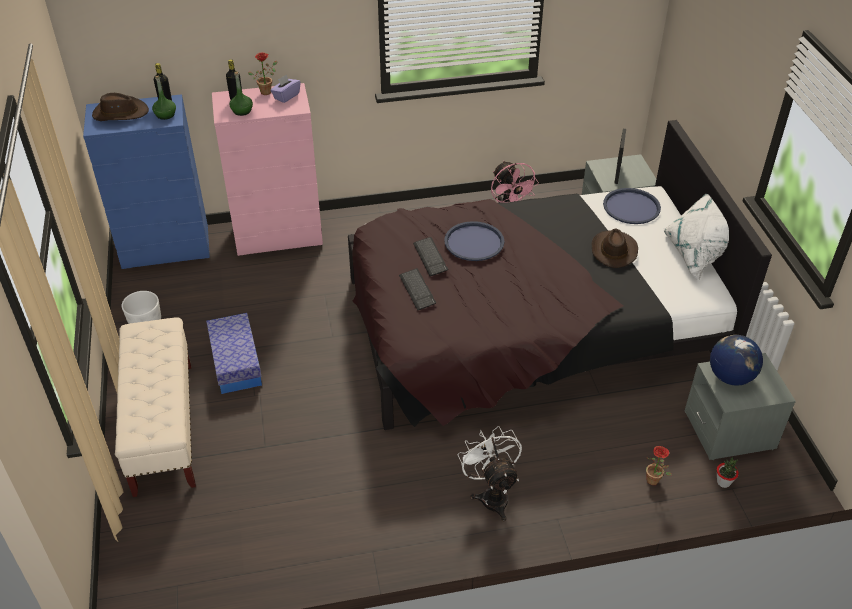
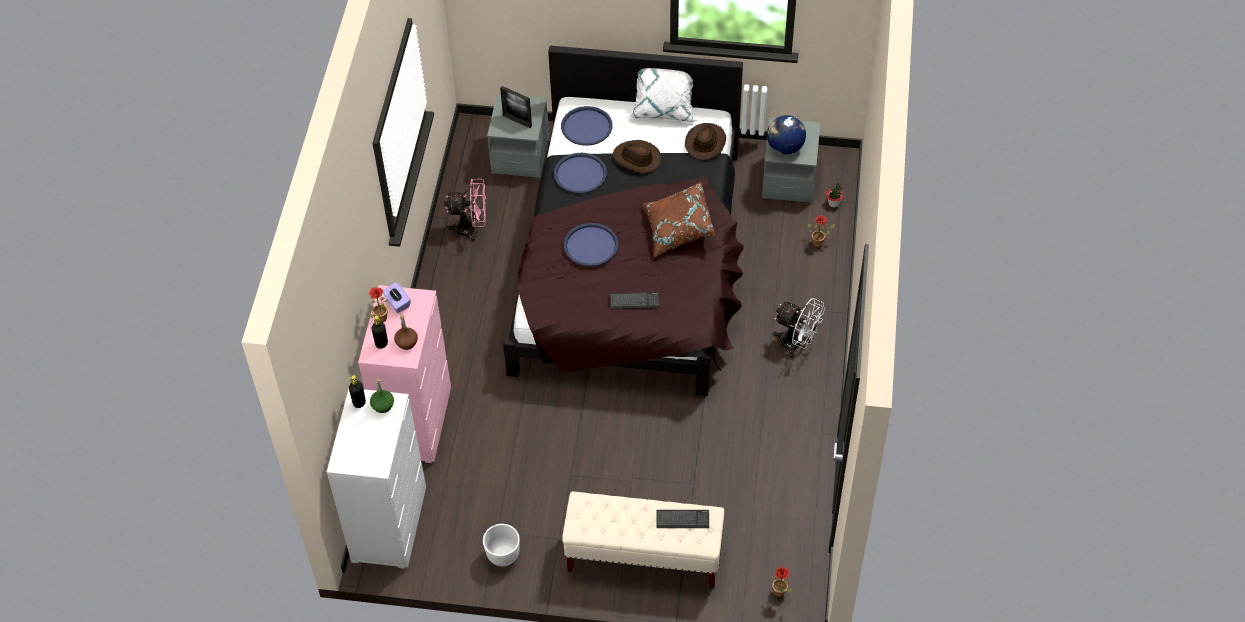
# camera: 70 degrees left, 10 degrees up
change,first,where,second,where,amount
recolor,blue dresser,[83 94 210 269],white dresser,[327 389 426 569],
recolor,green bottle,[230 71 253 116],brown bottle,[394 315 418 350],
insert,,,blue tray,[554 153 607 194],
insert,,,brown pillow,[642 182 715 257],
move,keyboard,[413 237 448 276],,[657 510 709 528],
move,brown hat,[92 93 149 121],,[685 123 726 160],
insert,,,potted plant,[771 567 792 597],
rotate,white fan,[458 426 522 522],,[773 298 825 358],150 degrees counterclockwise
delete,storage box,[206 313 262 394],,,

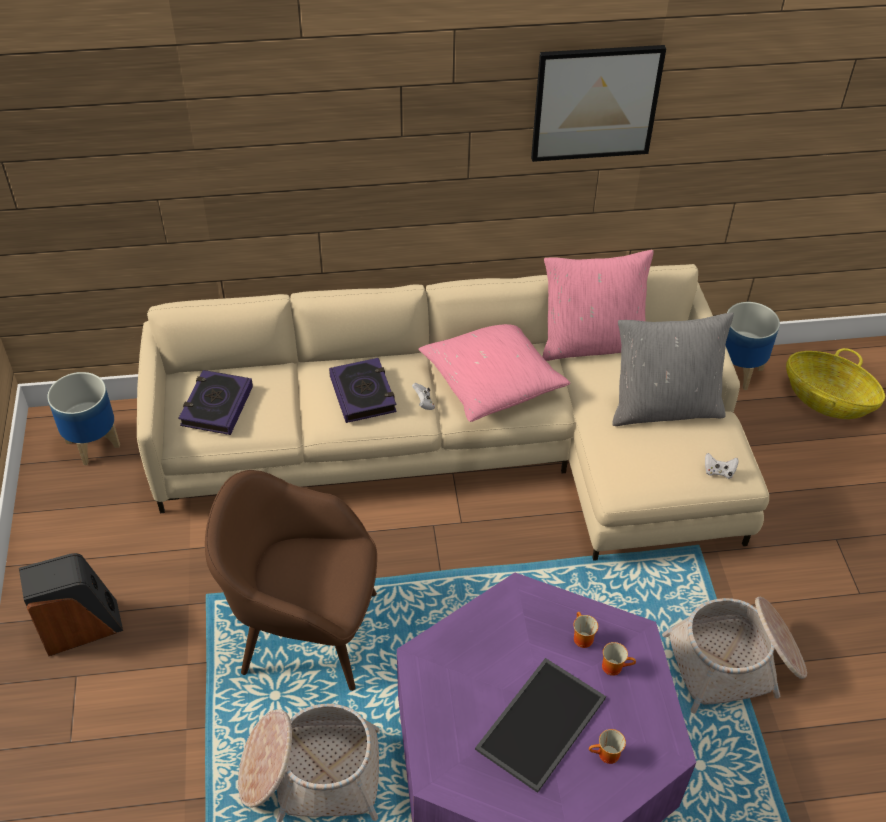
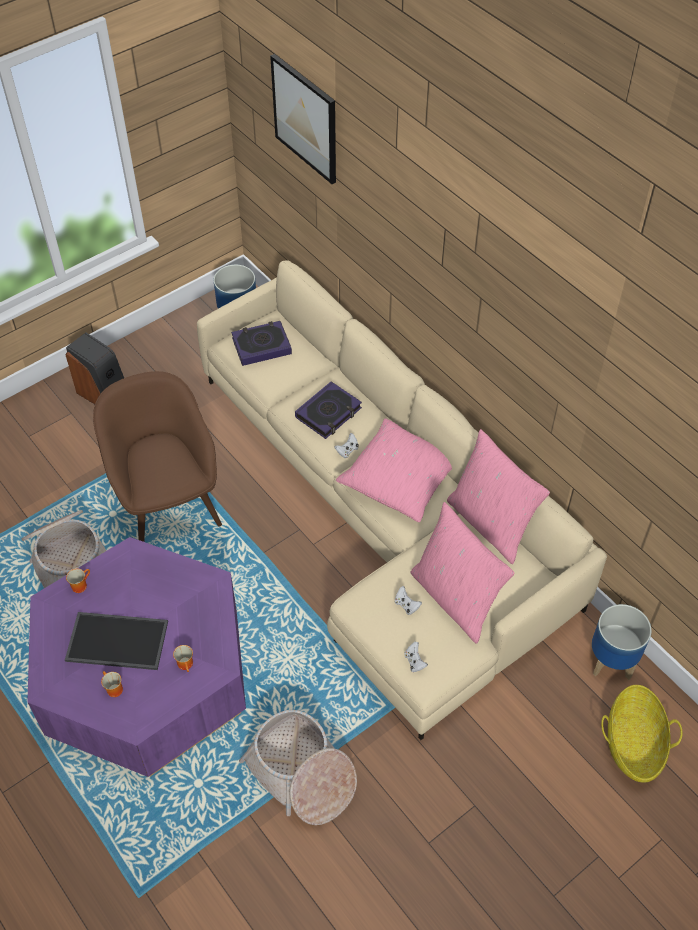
# camera: 60 degrees right, 5 degrees up
change,first,where,second,where,amount
move,mug,[573 612 598 648],,[66 569 90 593],
move,picture,[531 45 666 162],,[270 54 336 184],
insert,,,white game controller,[395 586 422 615],
recolor,grey pillow,[612 312 734 426],pink pillow,[411 502 514 644],

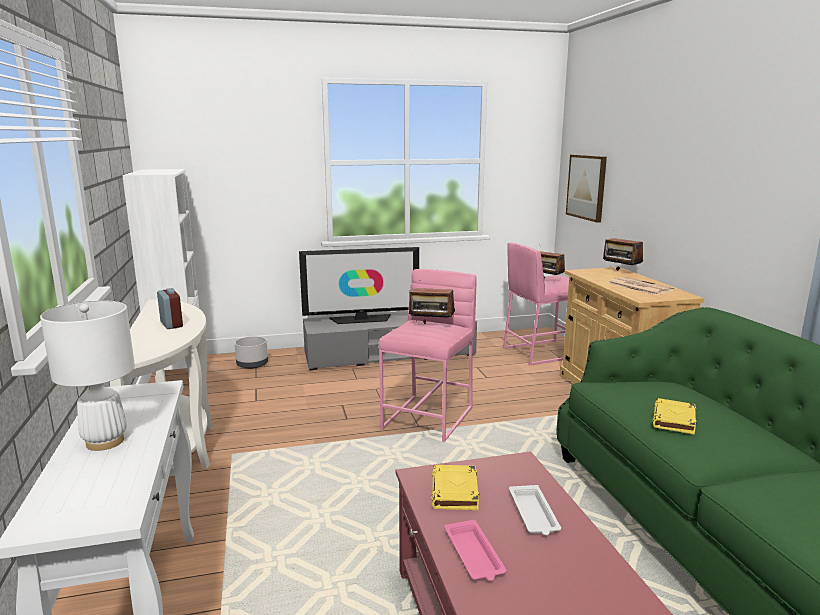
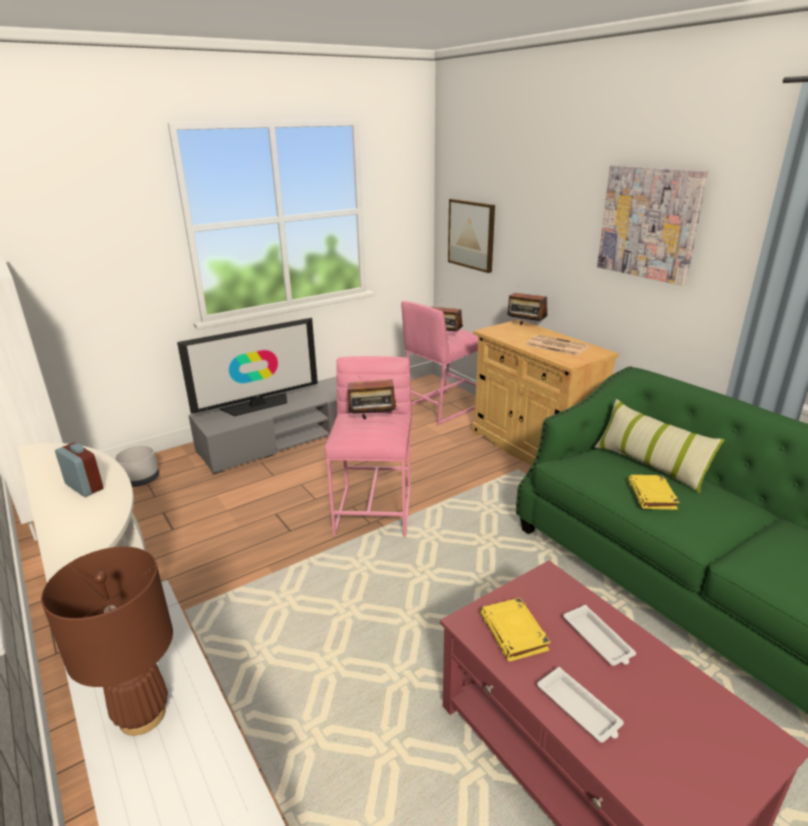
# camera: 20 degrees left, 10 degrees up
change,first,where,second,where,amount
recolor,white table lamp,[40 300 135 451],brown table lamp,[41 547 173 736],
recolor,pink tray,[445 520 507 581],white tray,[537 667 624 743],
insert,,,pillow,[594 399 724 494],
insert,,,picture,[597 165 708 286],

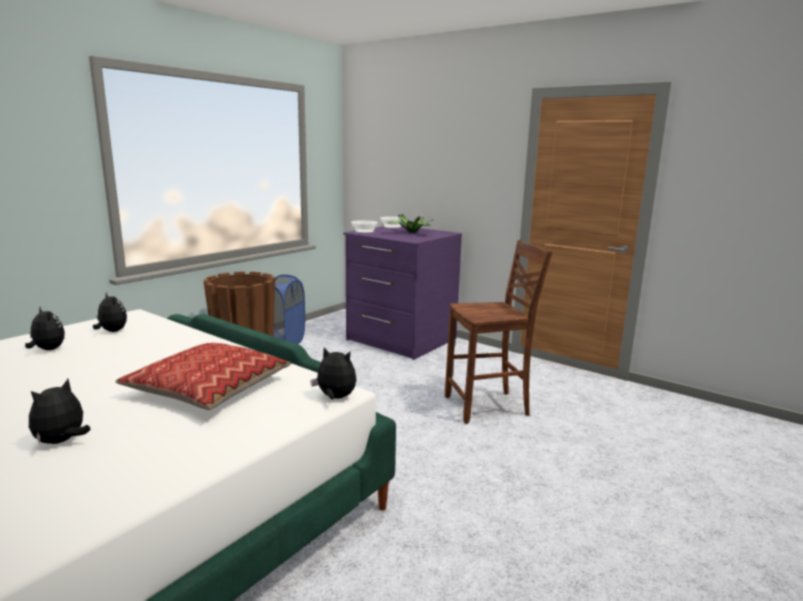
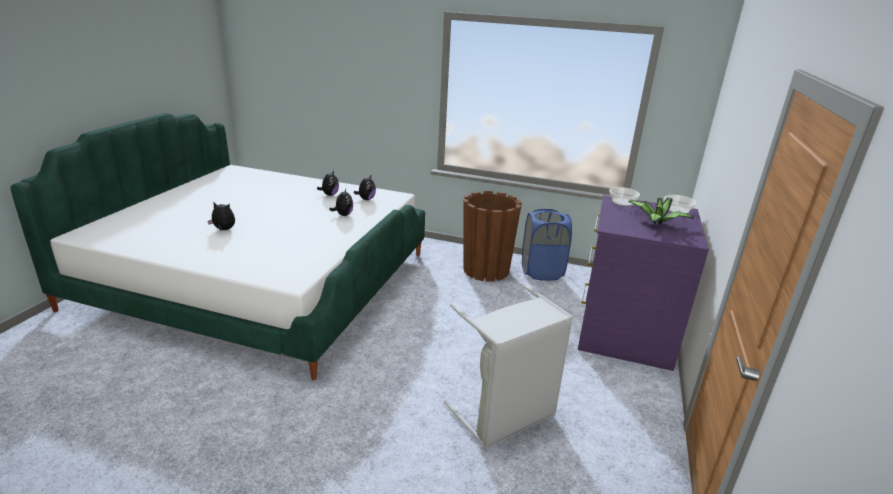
# camera: 70 degrees right, 10 degrees up
change,first,where,second,where,amount
move,plush toy,[310 347 357 399],,[329 189 353 216],
replace,brown chair,[445 240 552 424],grey laundry basket,[444 282 573 450],
delete,pillow,[115 343 291 410],,,

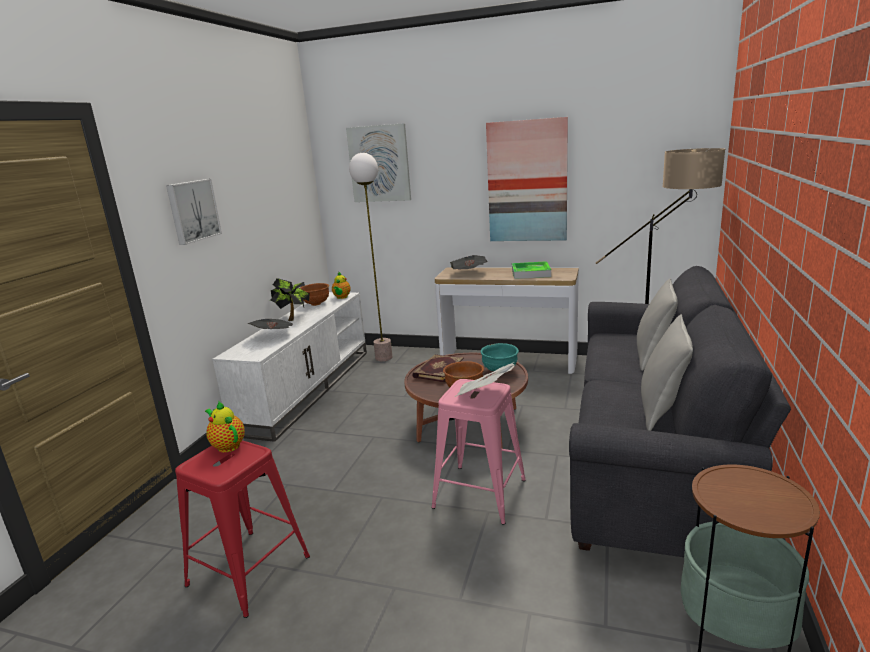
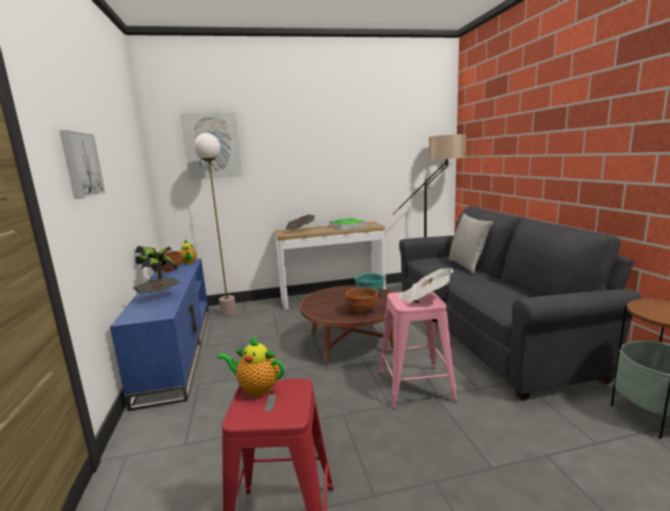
# camera: 30 degrees left, 5 degrees down
change,first,where,second,where,amount
recolor,white tv stand,[212 292 367 442],blue tv stand,[110 258 209 411],
delete,book,[412 355 464 382],,,
delete,picture,[486 117 568 241],,,
delete,grey pillow,[641 314 693 431],,,

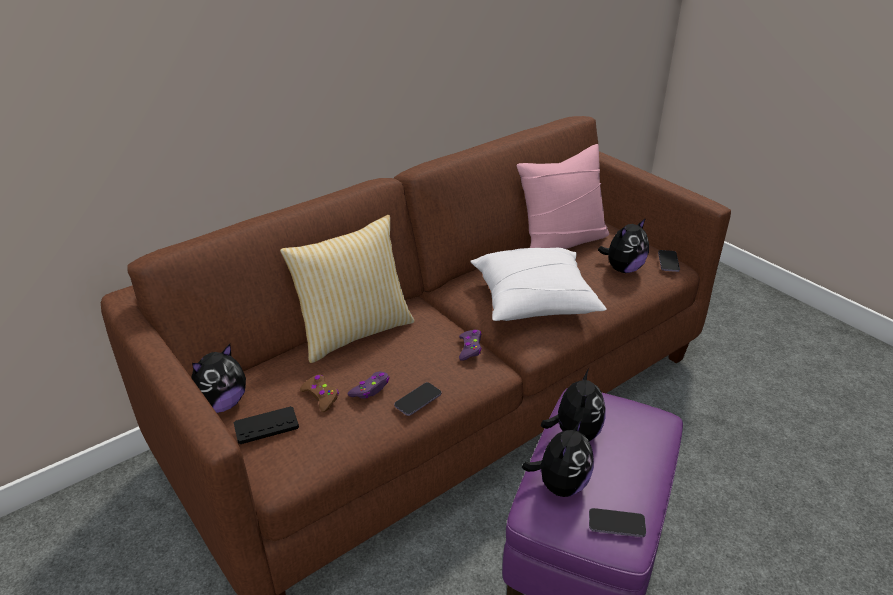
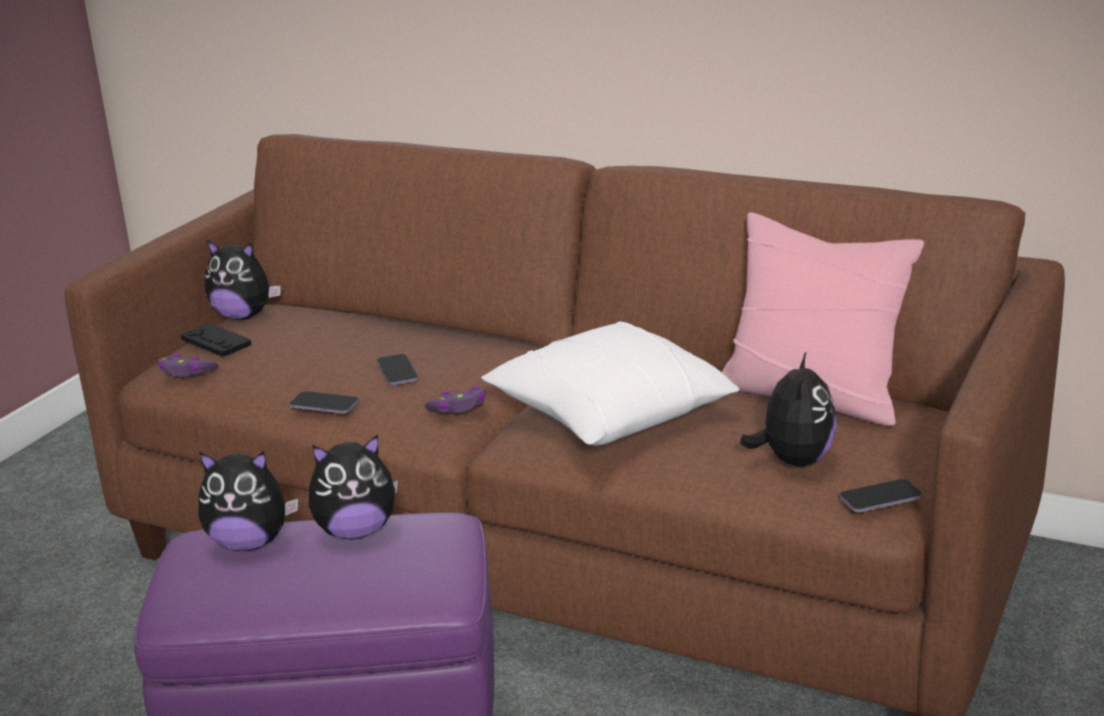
# camera: 65 degrees right, 10 degrees down
change,first,where,second,where,amount
move,purple game controller,[347 371 390 399],,[157 353 218 377],
move,phone,[589 508 646 537],,[377 354 418 385],
rotate,plush toy,[598 218 649 273],,[740 351 837 466],105 degrees counterclockwise
delete,pillow,[280 215 415 363],,,
delete,brown game controller,[300 374 339 412],,,

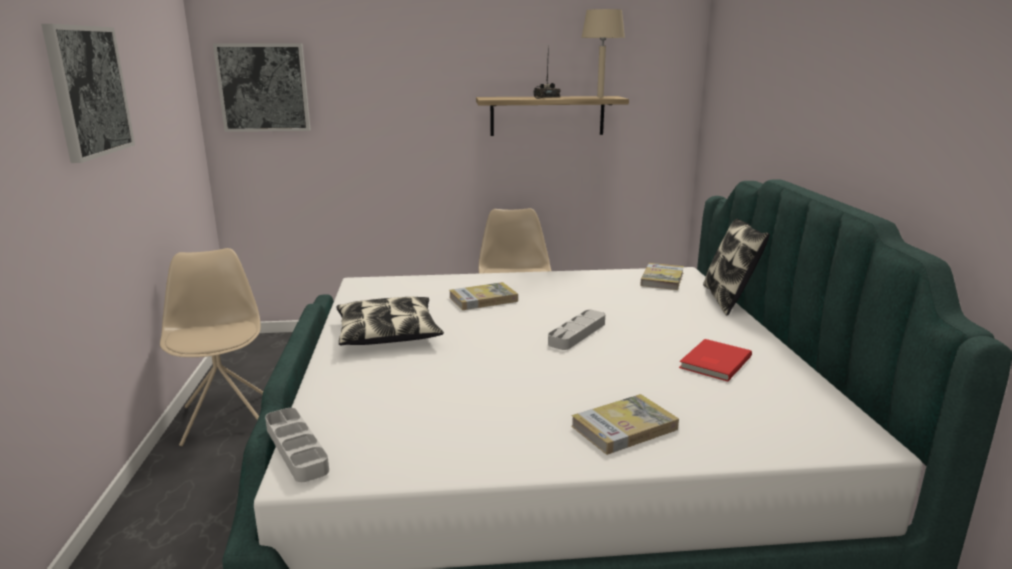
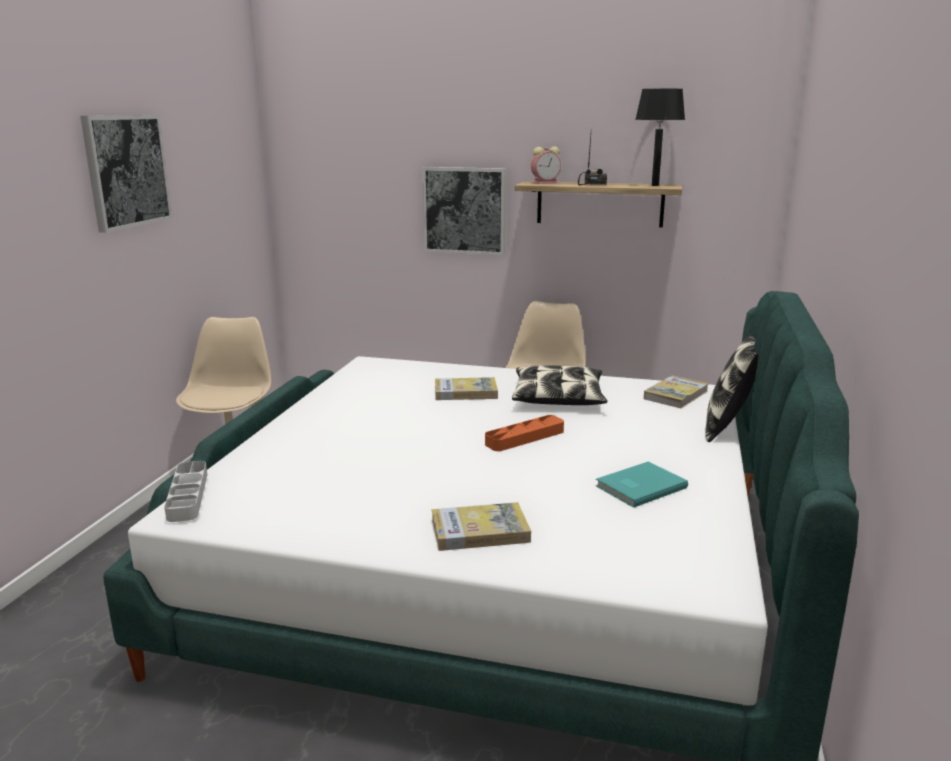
# camera: 20 degrees right, 0 degrees up
change,first,where,second,where,amount
move,picture,[213 44 311 132],,[422 167 506 255],
recolor,grey tray,[548 310 605 350],orange tray,[485 415 564 451],
move,pillow,[337 297 444 345],,[512 365 608 405],
insert,,,alarm clock,[531 146 561 184],
recolor,red book,[679 339 752 381],turquoise book,[595 461 688 508],
recolor,beige table lamp,[581 9 625 97],black table lamp,[635 89 685 186],

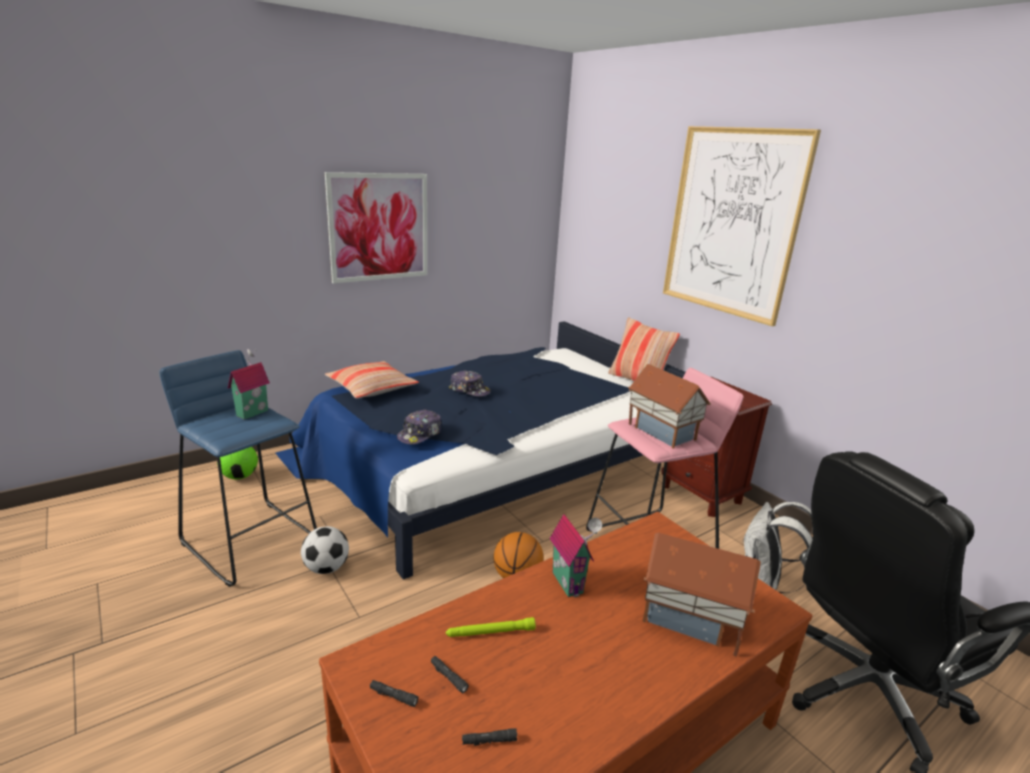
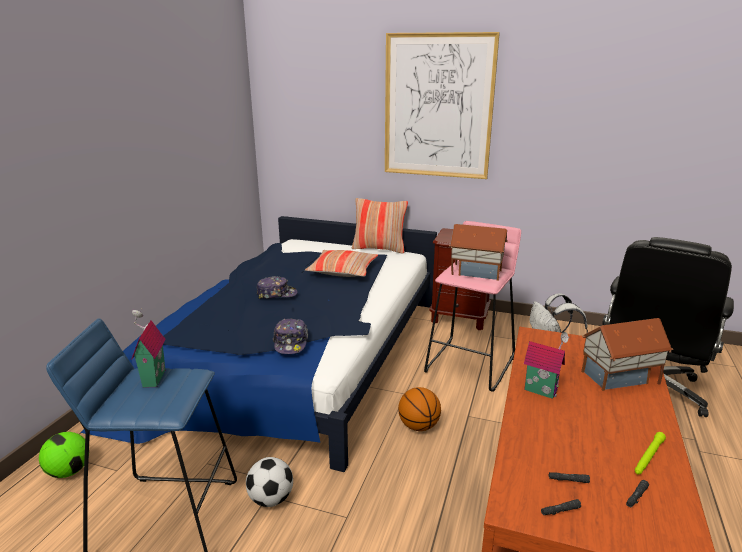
# camera: 35 degrees left, 0 degrees up
change,first,where,second,where,amount
move,pillow,[325 361 419 399],,[305 250 378 277],
move,green flashlight,[446 617 536 637],,[635 432 666 474],
delete,picture,[325 172 427 283],,,

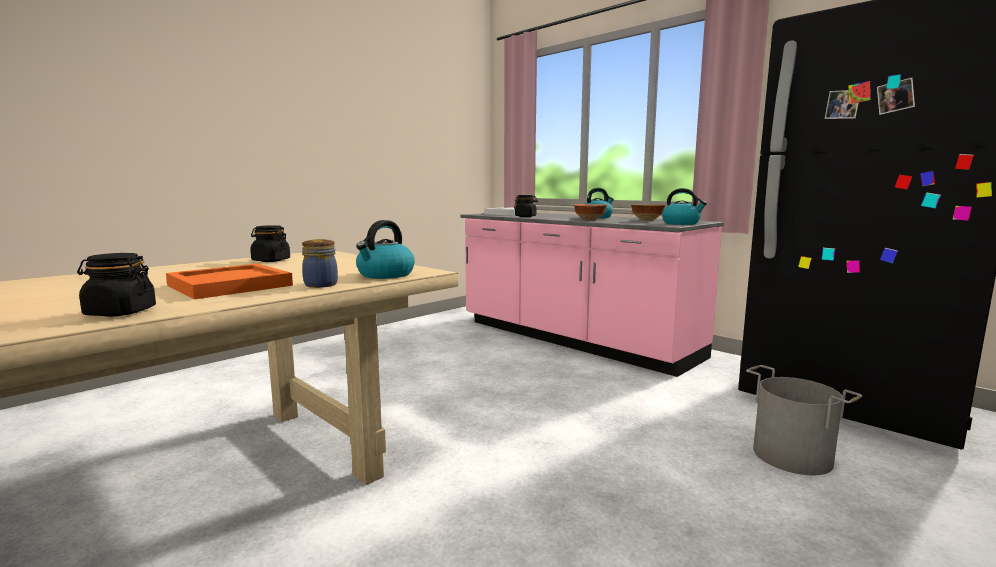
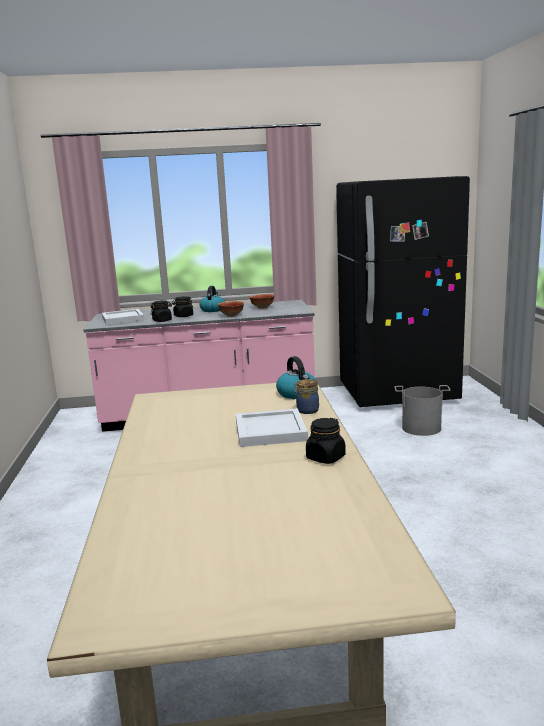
# camera: 50 degrees left, 5 degrees up
change,first,where,second,where,amount
move,black jar,[250 225 290 262],,[172 296 193 317],
recolor,orange tray,[166 264 293 299],white tray,[236 408 308 447],
delete,kettle,[662 188 707 225],,,

